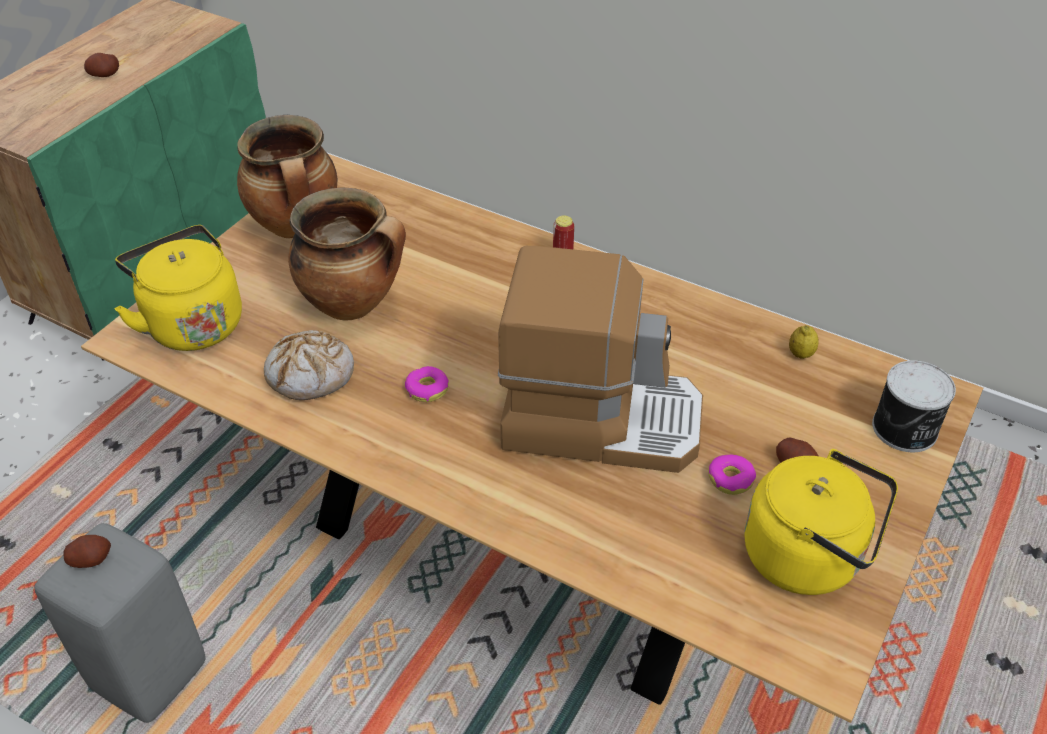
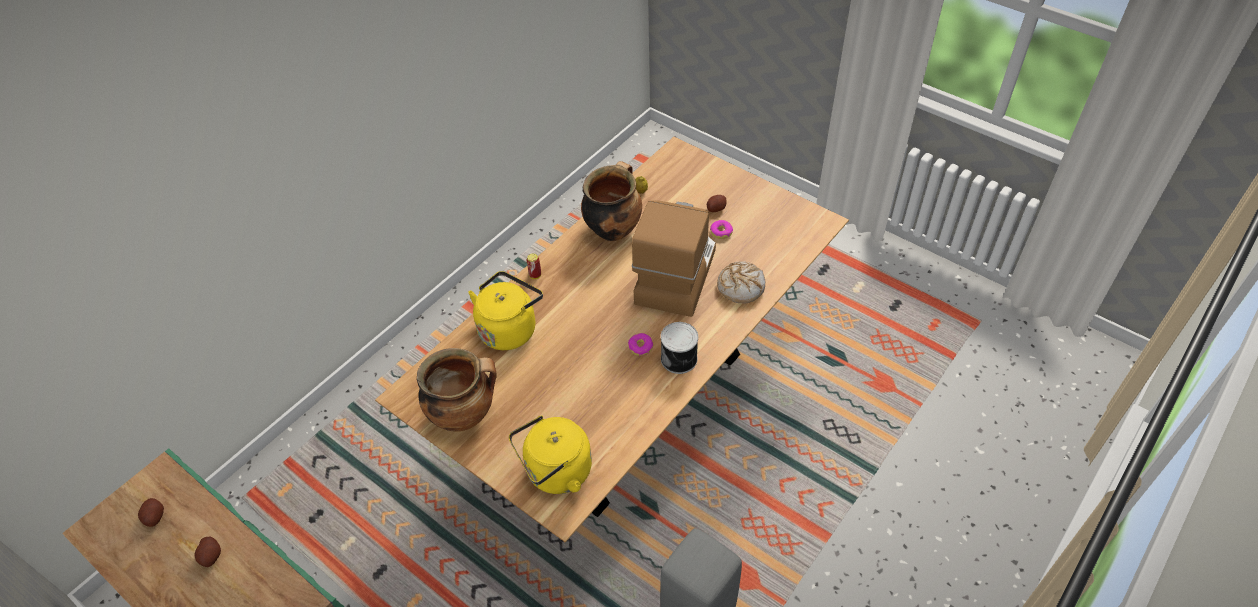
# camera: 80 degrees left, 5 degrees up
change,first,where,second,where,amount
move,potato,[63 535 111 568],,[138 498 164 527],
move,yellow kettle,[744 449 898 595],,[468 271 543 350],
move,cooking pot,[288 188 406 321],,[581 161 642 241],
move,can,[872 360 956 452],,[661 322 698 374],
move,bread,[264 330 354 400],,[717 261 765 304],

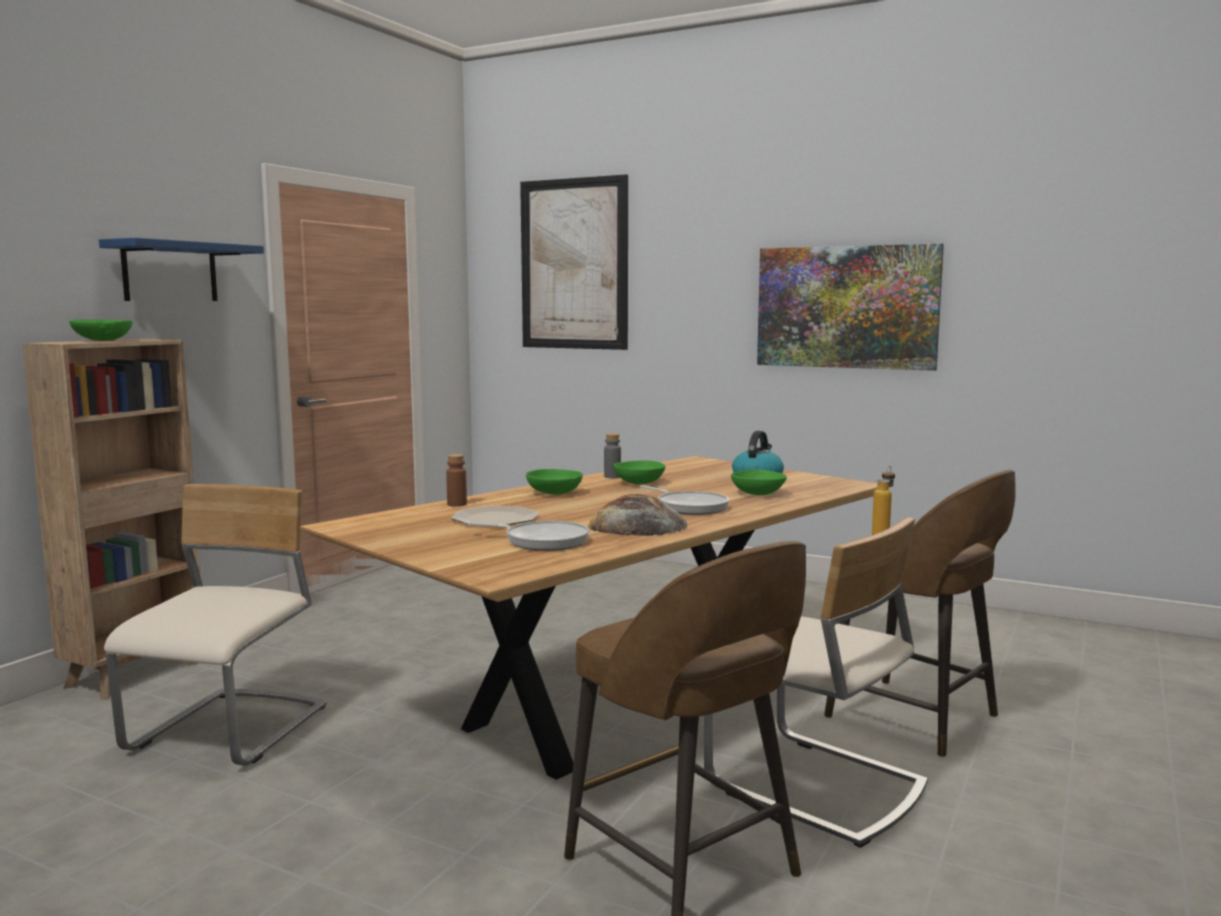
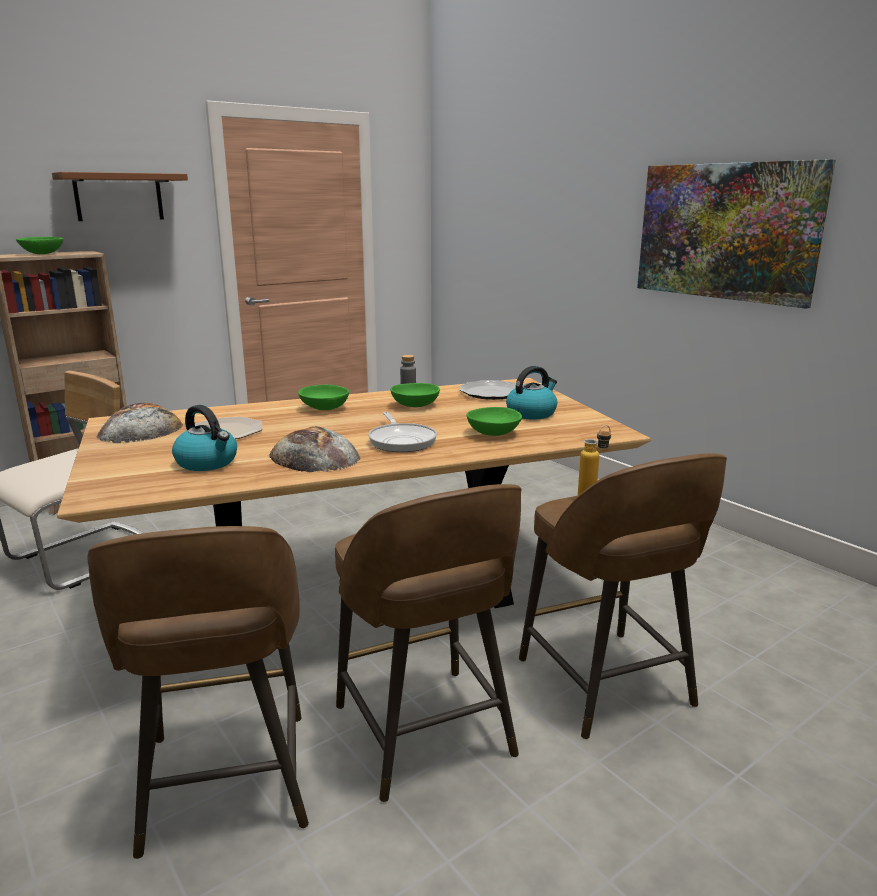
# camera: 25 degrees right, 10 degrees up
change,first,where,second,where,amount
recolor,blue shelf,[99 238 264 301],brown shelf,[52 172 188 221],
insert,,,bread,[97 403 183 443],
replace,frying pan,[468 521 589 551],kettle,[172 405 237 471],
replace,beige chair,[703 517 928 848],brown stool,[335 484 521 802],
insert,,,plate,[460 380 516 400],
delete,brown bottle,[446 454 467 507],,,
delete,picture,[520 174 628 350],,,

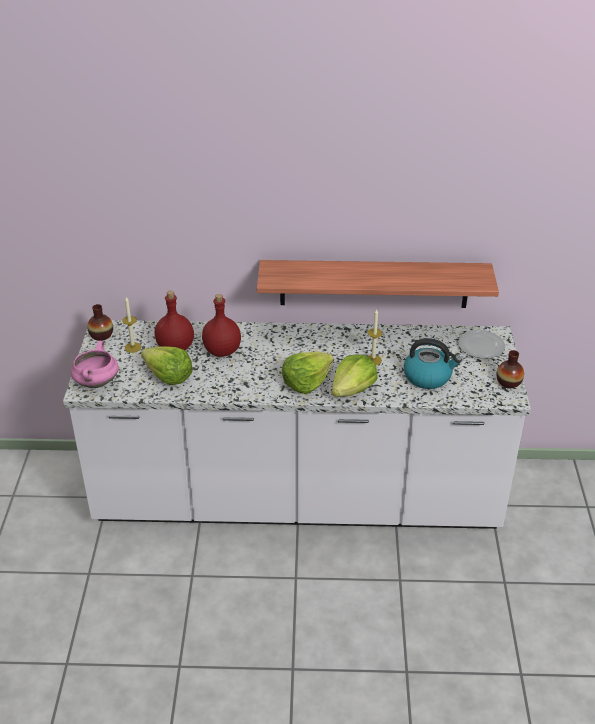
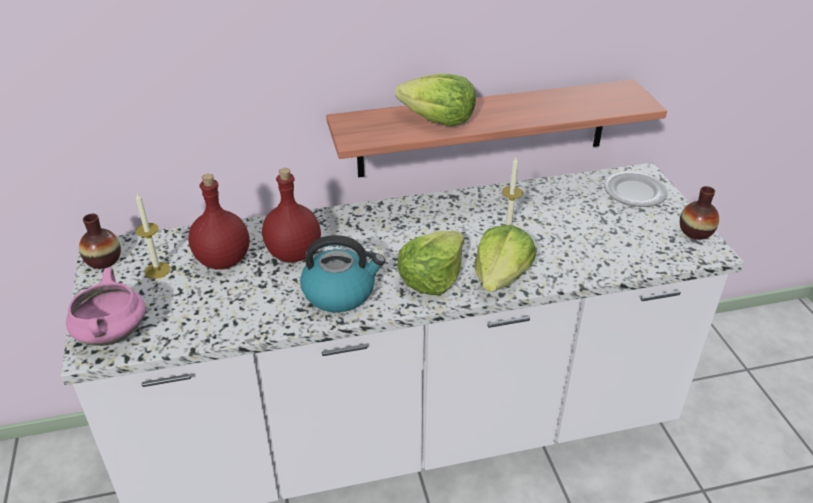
# camera: 15 degrees left, 0 degrees up
change,first,where,second,where,amount
move,kettle,[404 338 462 389],,[300 235 385 312],
move,lettuce,[141 347 193 385],,[395 73 476 126],

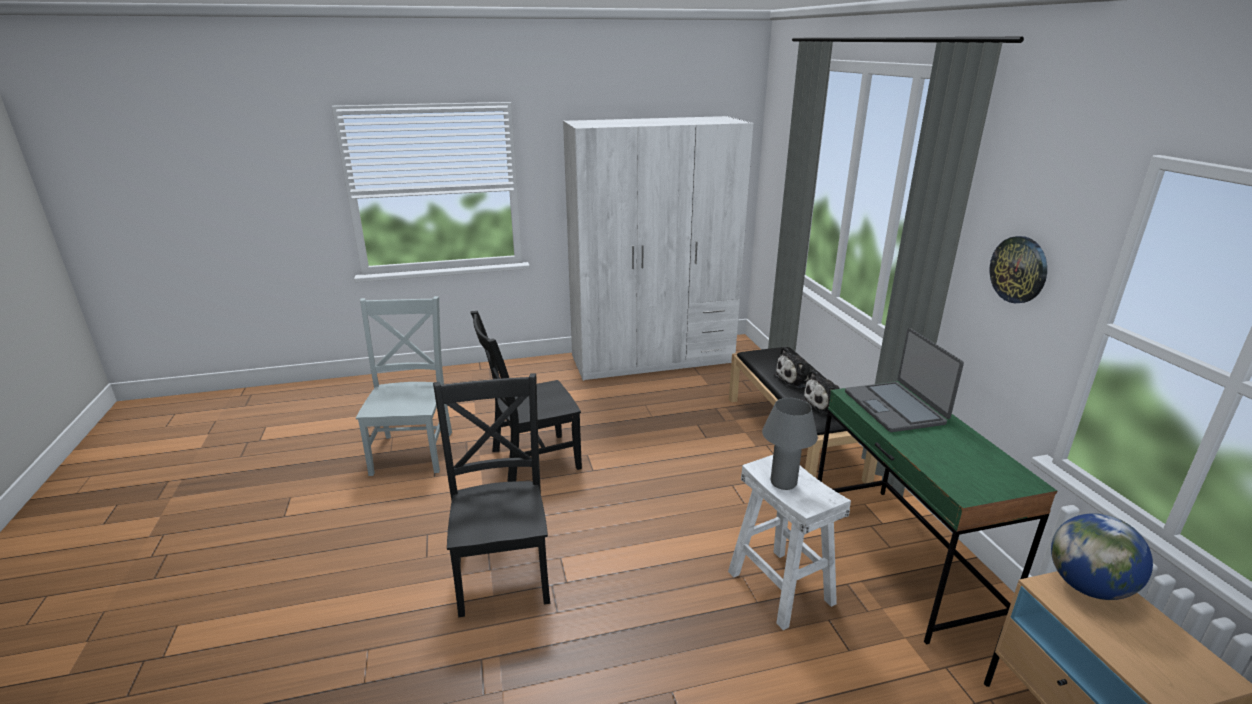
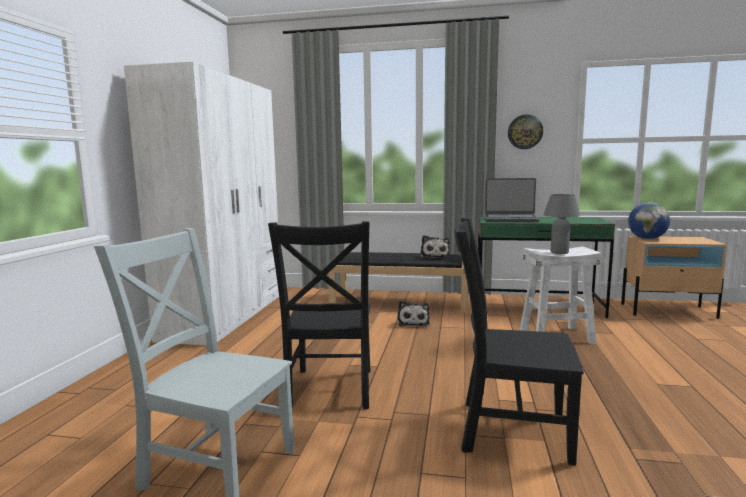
# camera: 65 degrees left, 15 degrees down
change,first,where,second,where,amount
move,plush toy,[773 347 810 388],,[398 300 430 327],

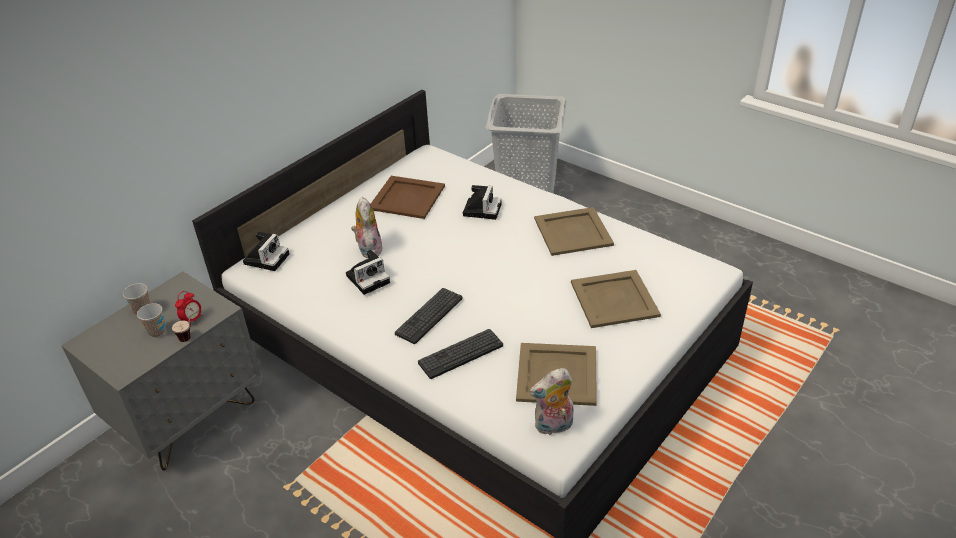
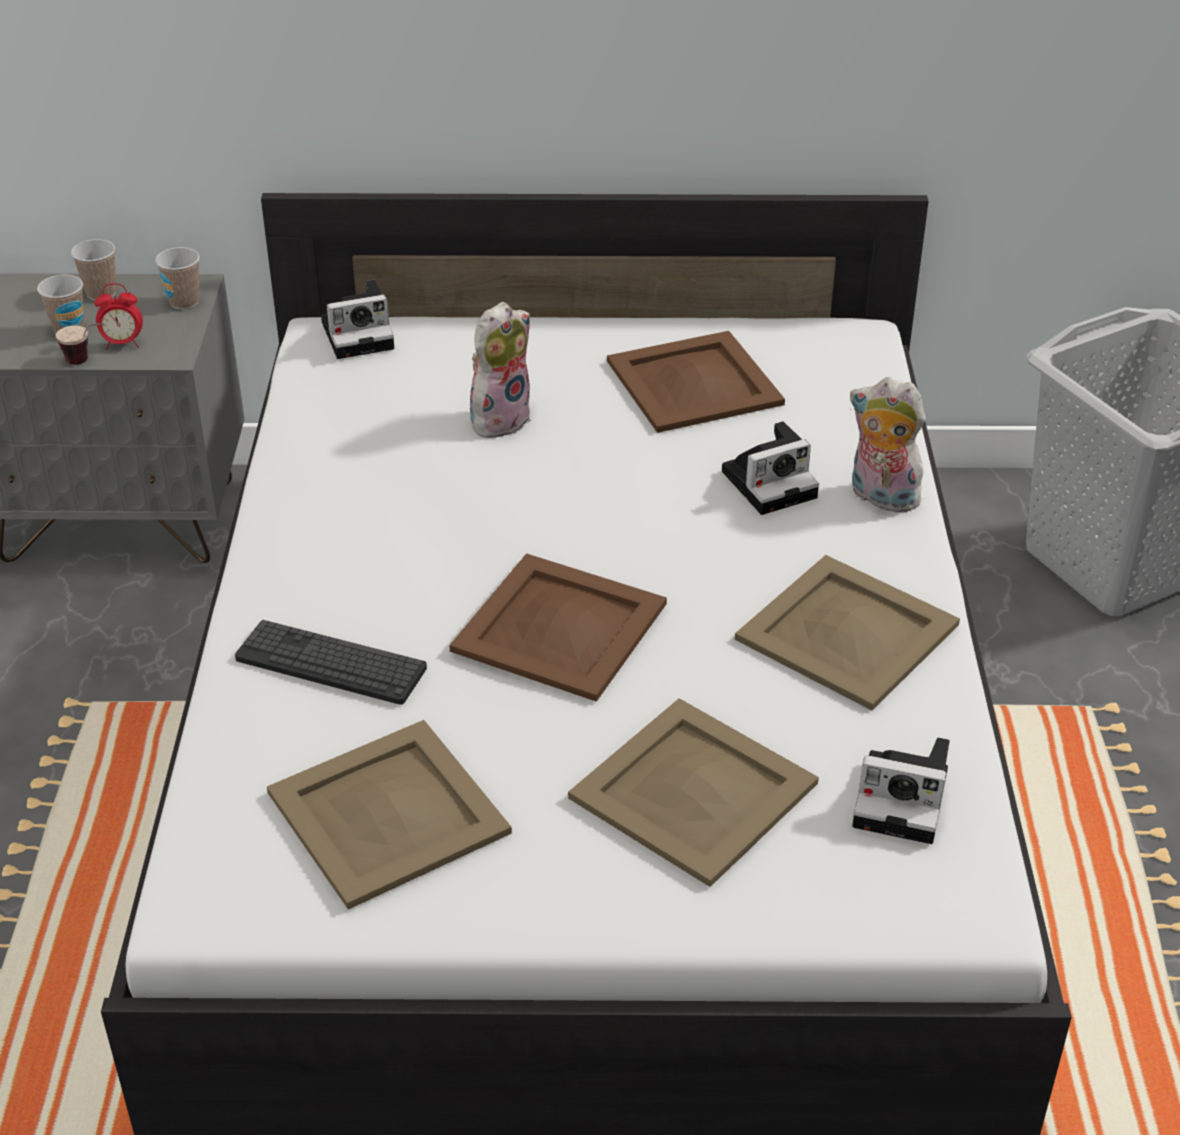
# camera: 50 degrees right, 0 degrees up
change,first,where,second,where,amount
insert,,,cup,[155 247 200 309],
insert,,,brown tray,[449 553 667 702],
move,plush toy,[529 368 574 435],,[849 377 927 512],
move,photo camera,[346 250 390 295],,[852 738 950 844],
delete,keyboard,[395 288 463 344],,,

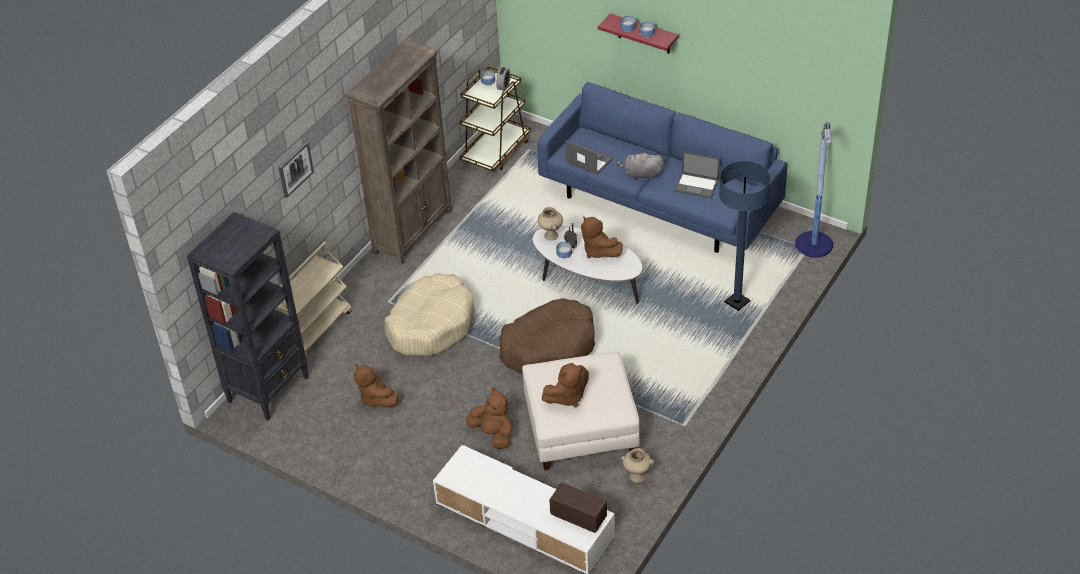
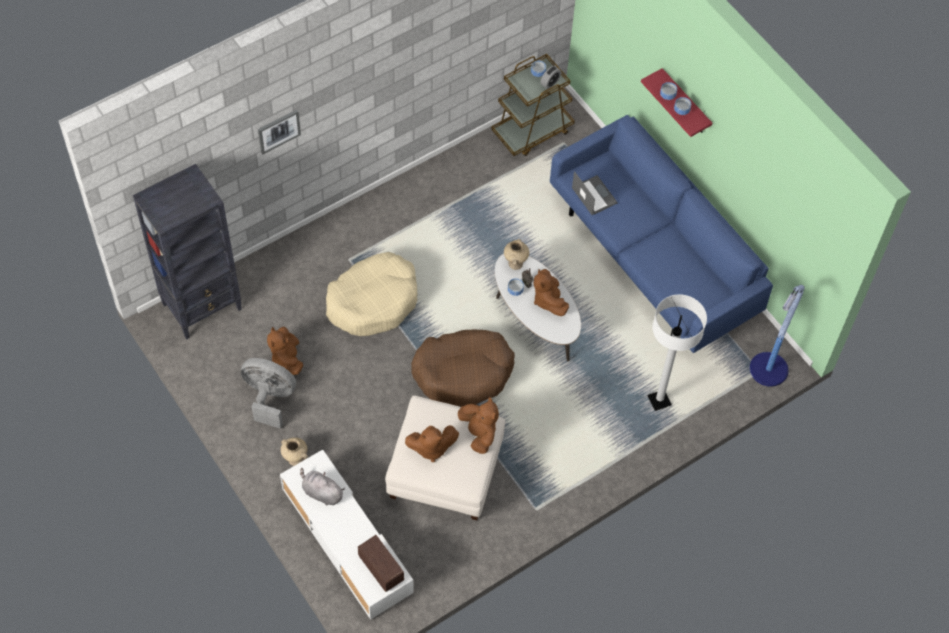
# camera: 20 degrees right, 15 degrees up
change,first,where,second,where,amount
insert,,,grey fan,[241 358 296 429],
move,beige vase,[620 448 654 483],,[281 437 308 466],
move,grey plush toy,[616 151 664 180],,[300 468 345 506],
move,brown plush toy,[466 388 512 449],,[458 397 499 454],
recolor,blue floor lamp,[719 161 771 311],white floor lamp,[647 294 707 411],
delete,beige cart,[275 242 351 357],,,
delete,brown bookcase,[346 39 452 265],,,
delete,laptop,[674 152 720 199],,,

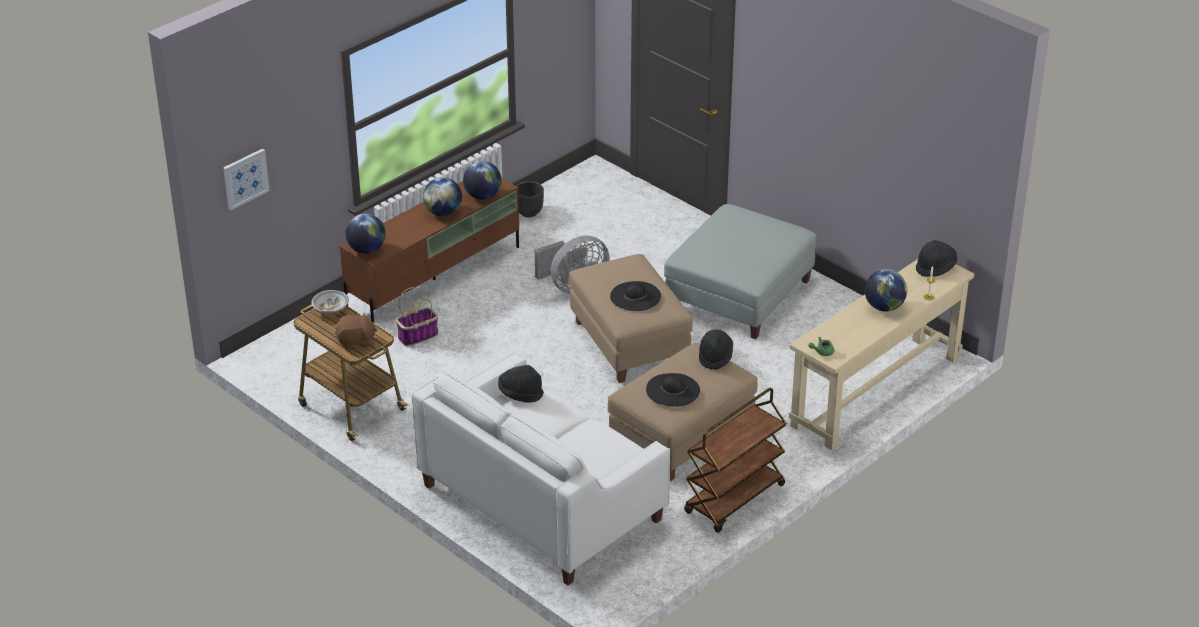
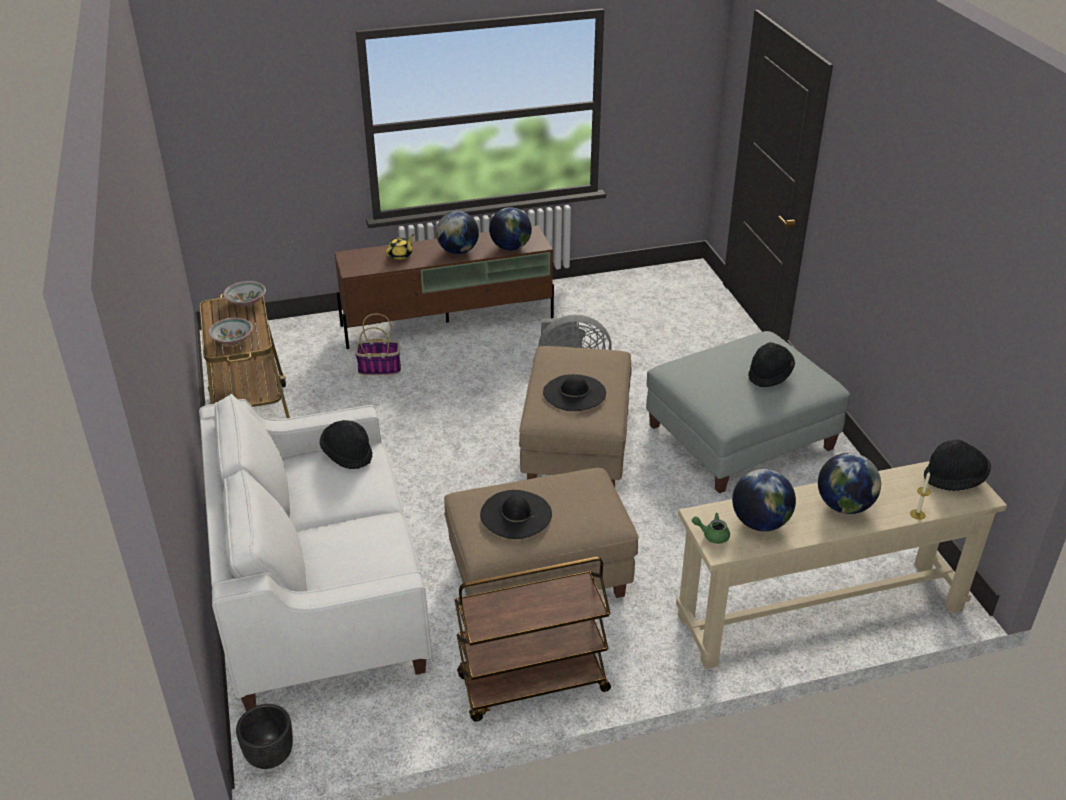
# camera: 30 degrees right, 0 degrees up
change,first,where,second,where,amount
replace,brown plush toy,[335 312 378 349],bowl,[208 318 253 345],
move,black planter,[516 181 544 217],,[236 704 293 769],
insert,,,yellow teapot,[386 234 414 260],
move,globe,[345 214 386 254],,[732 469 796 531],
move,black hat,[699 329 733 370],,[748 342 795 387],
delete,picture,[223 149 270 210],,,

